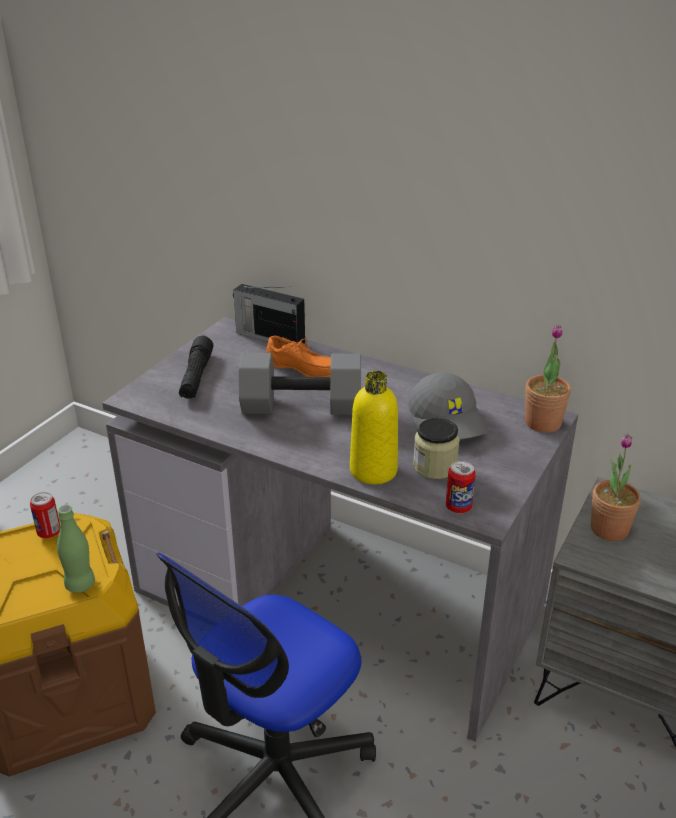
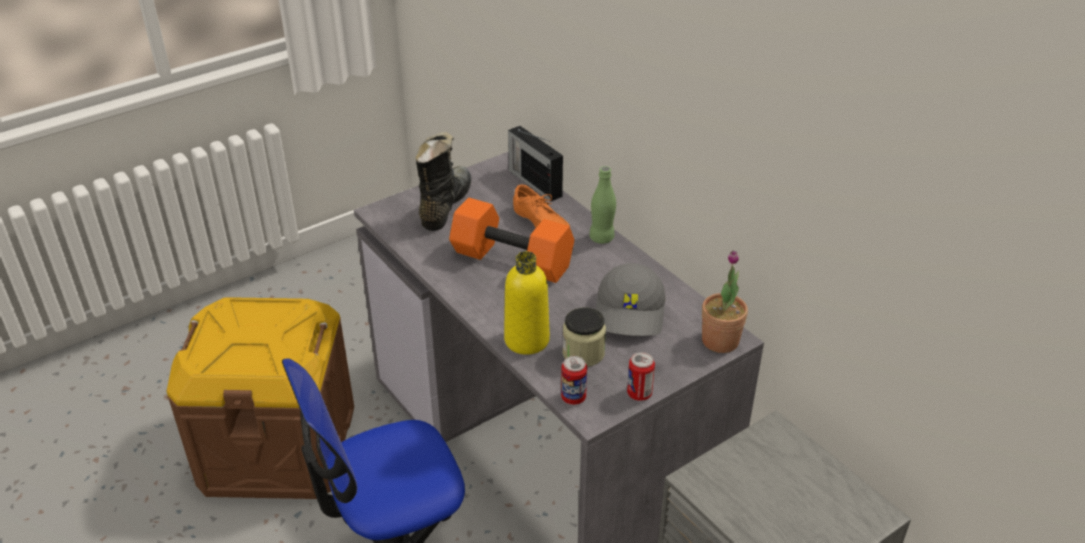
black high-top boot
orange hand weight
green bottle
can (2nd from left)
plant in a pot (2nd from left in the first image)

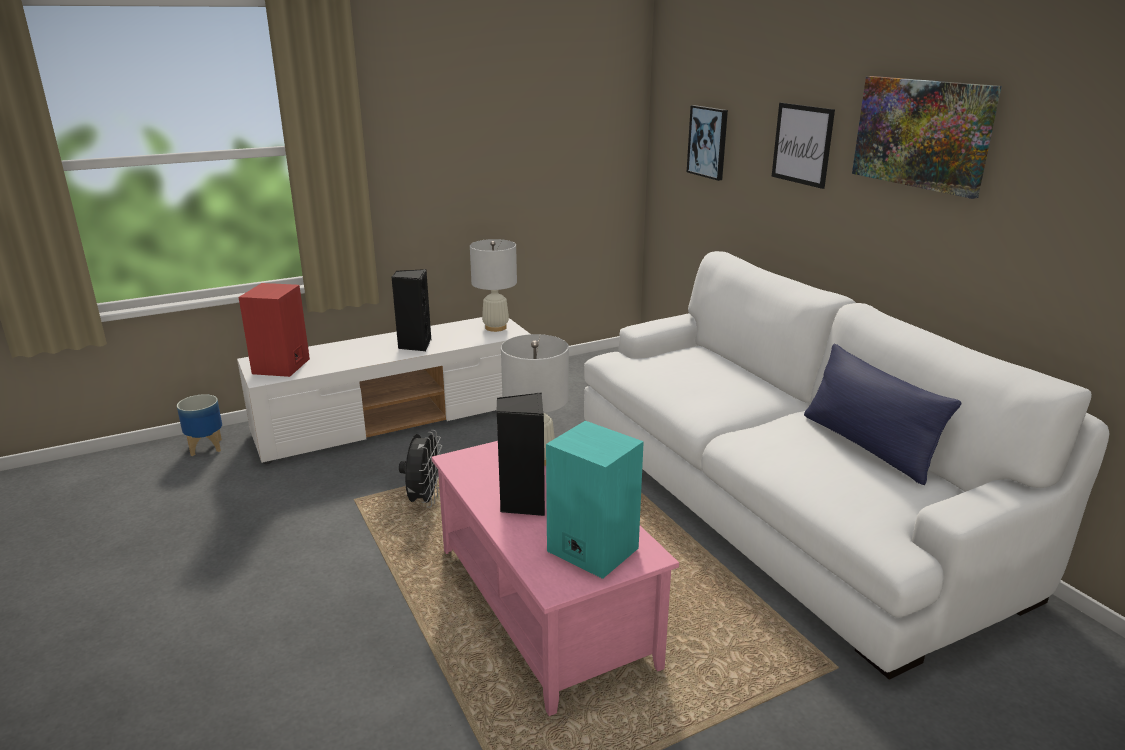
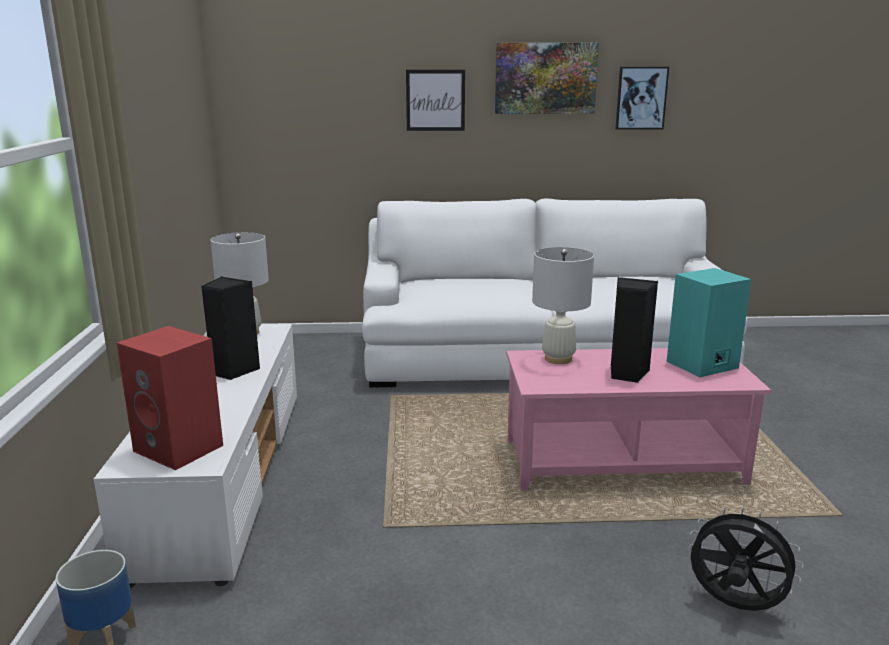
wall picture (3rd from left)
black cooling fan
bluish throw pillow

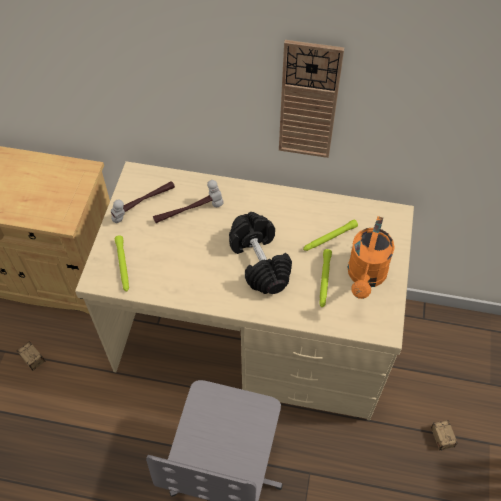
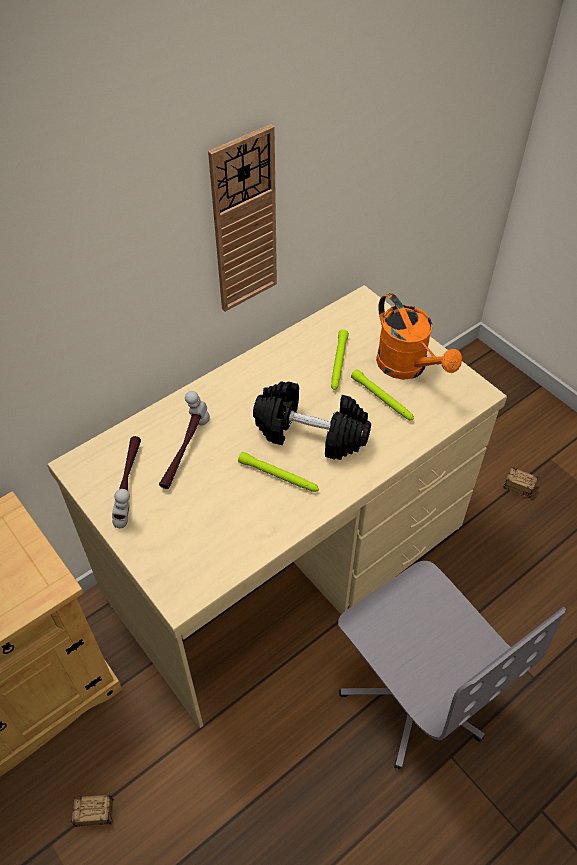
green flashlight (1st from left)

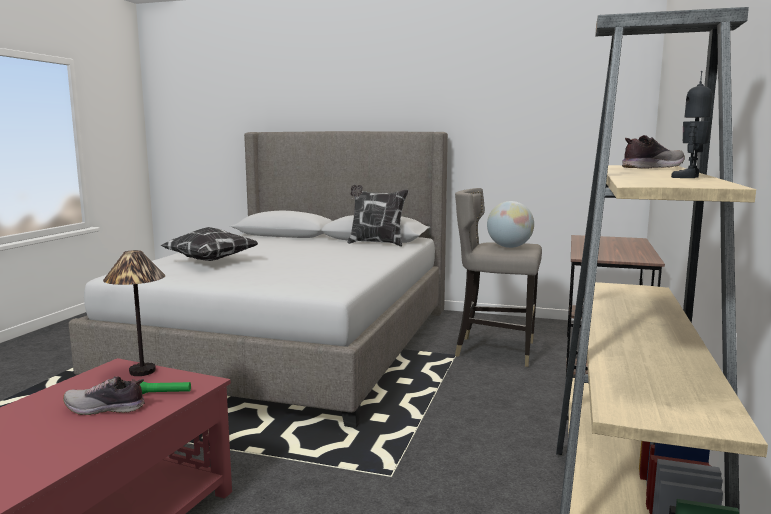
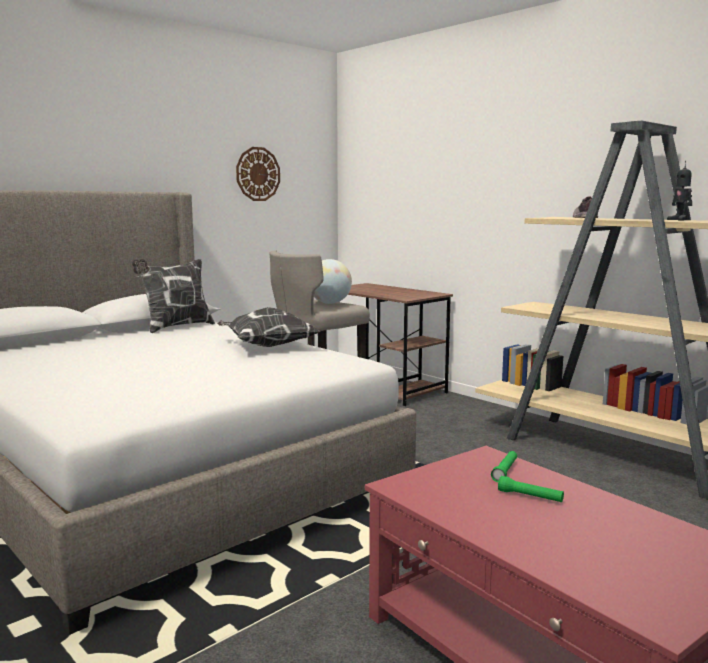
throw pillow (2nd from left)
hanging clock
green flashlight (2nd from left)
lamp for a table

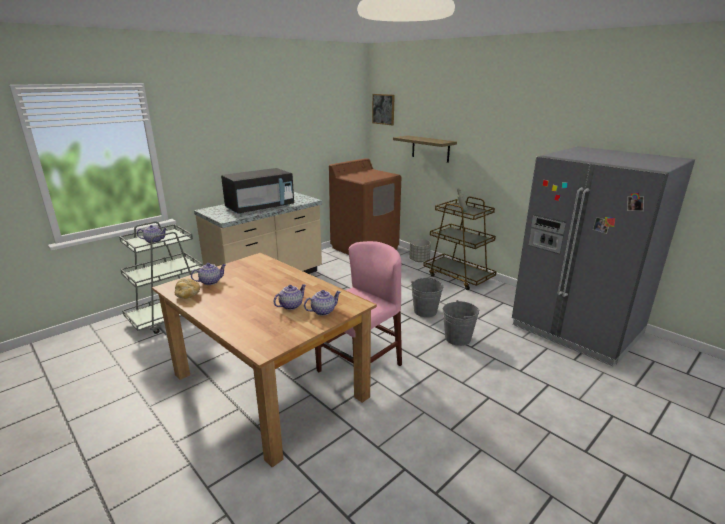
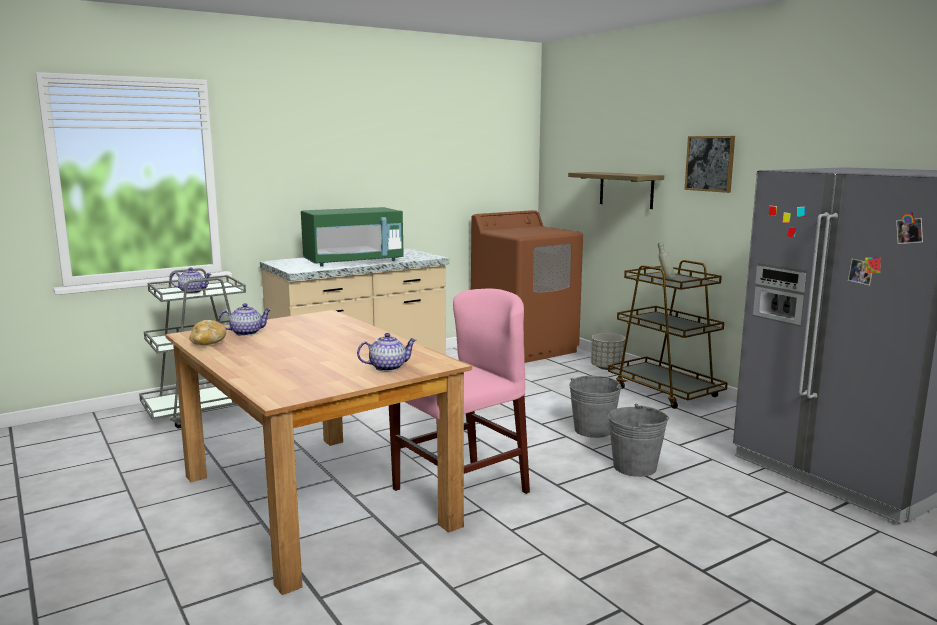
green microwave
wall picture
teapot (3rd from left in the first image)

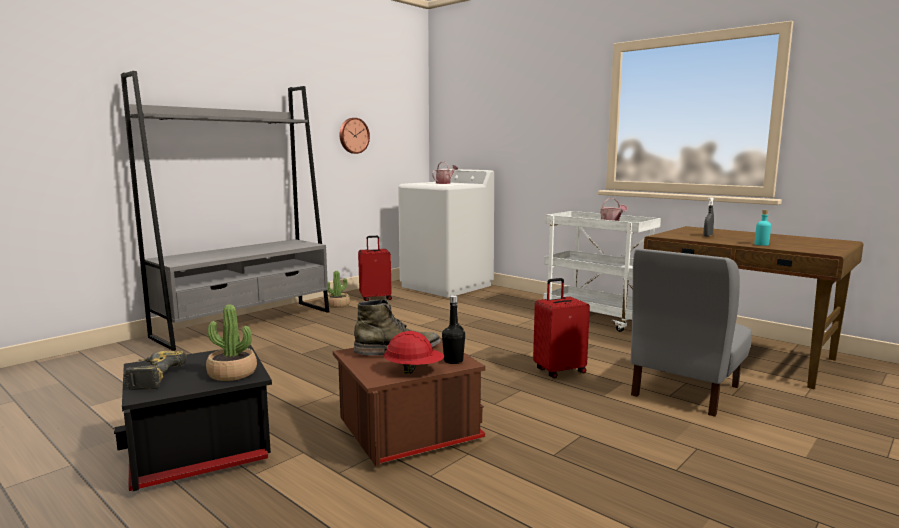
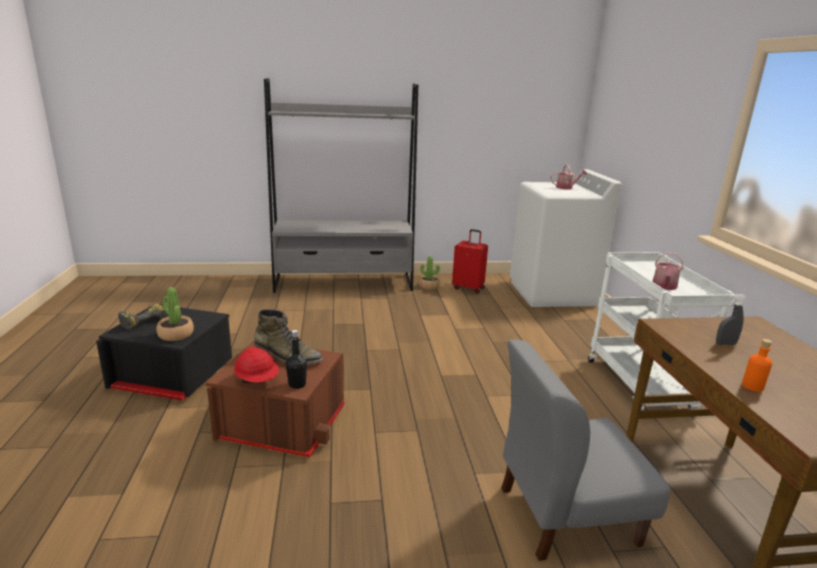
orange bottle
hanging clock
red-coloured suitcase (2nd from left in the first image)

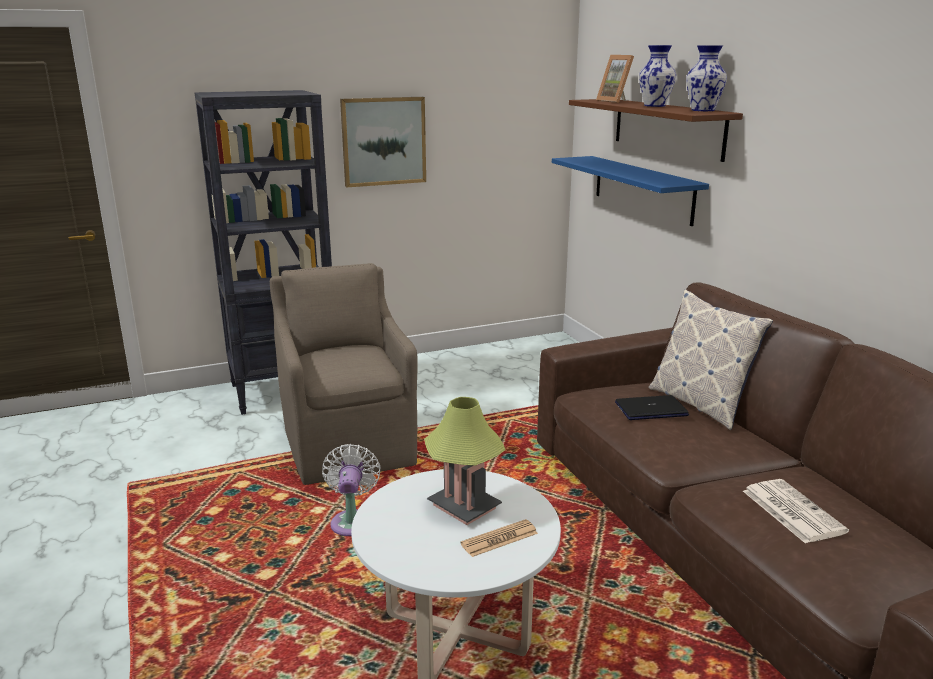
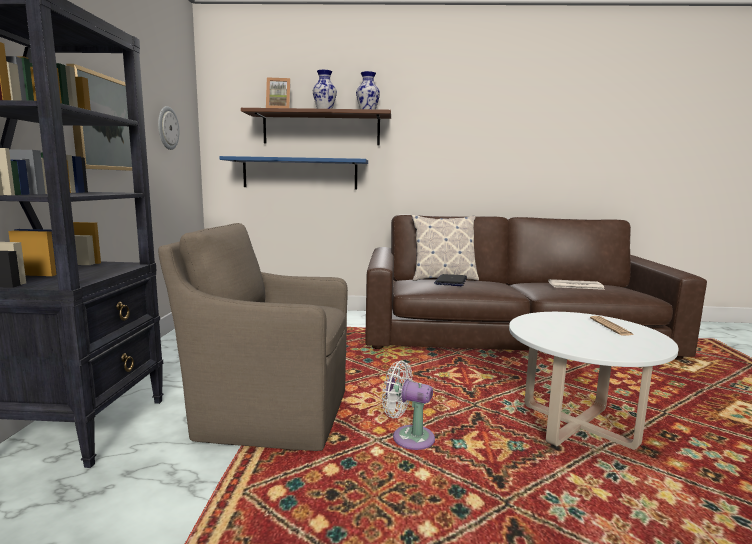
hanging clock
lamp for a table

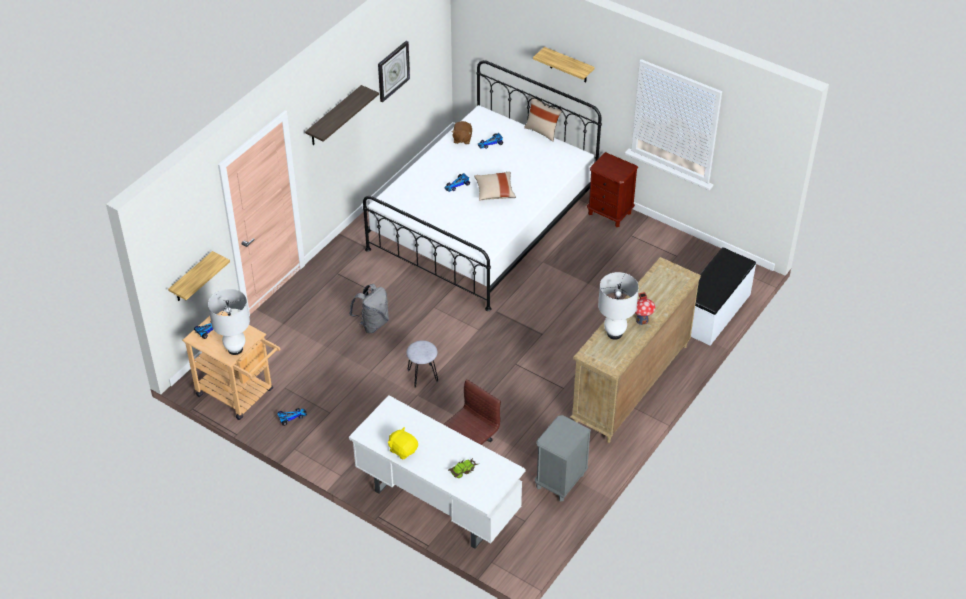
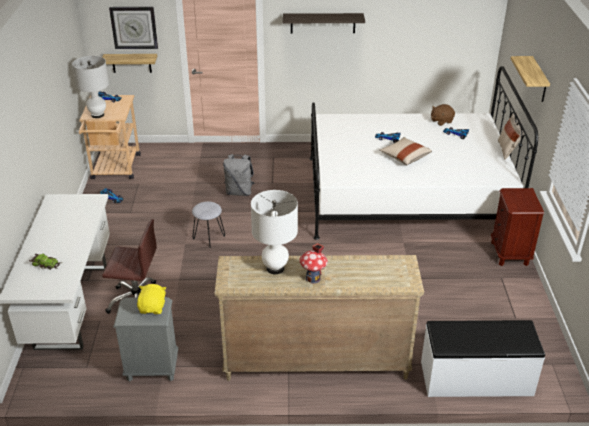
hanging clock
yellow-coloured soft toy

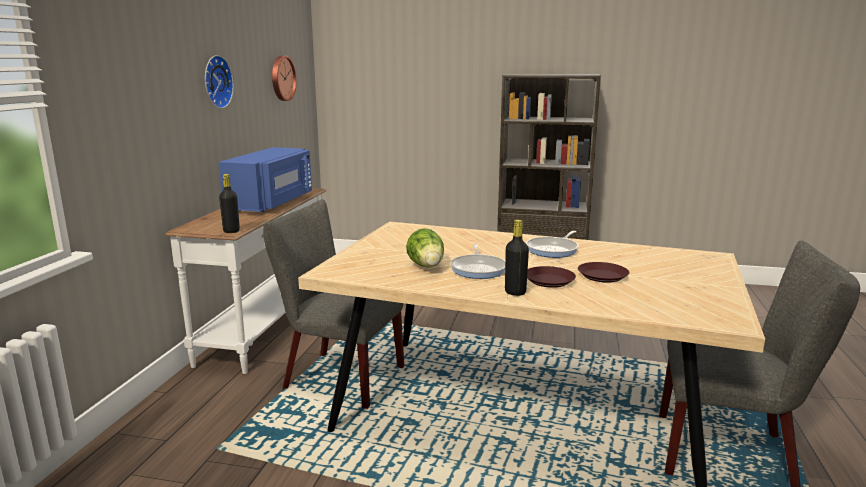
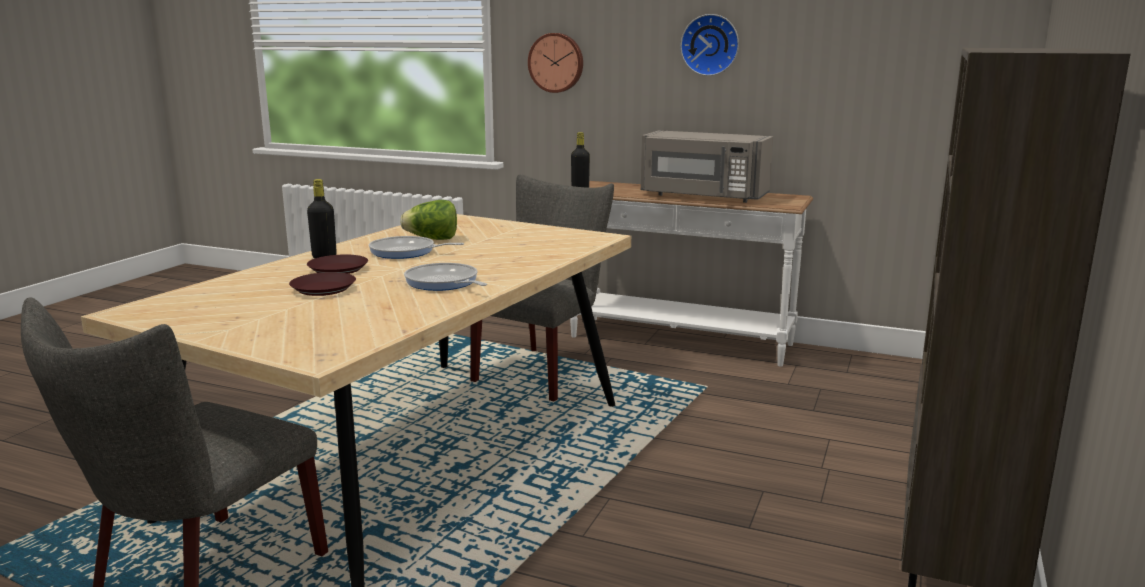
hanging clock (1st from left)
grey microwave

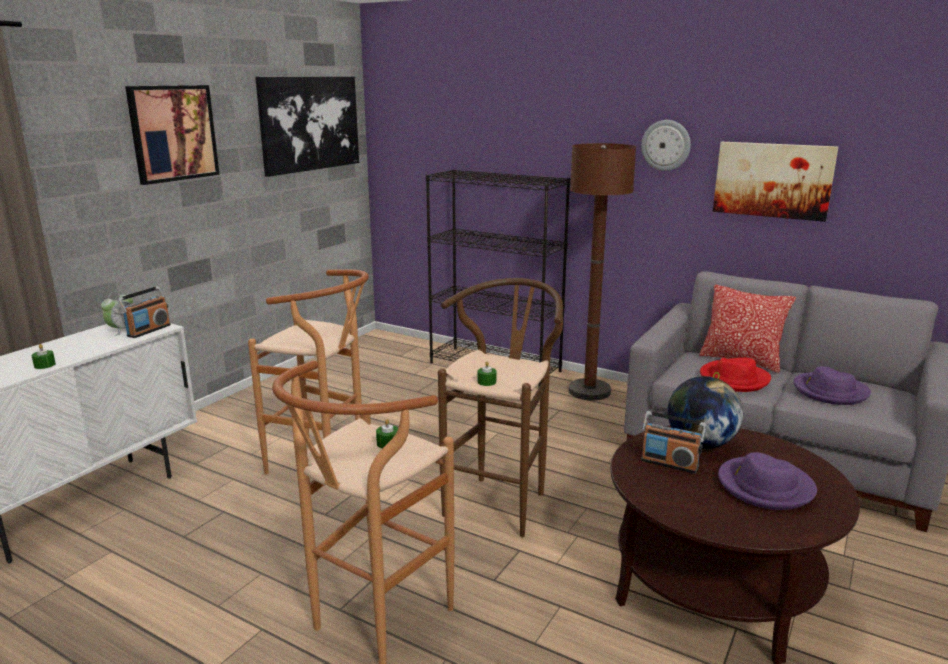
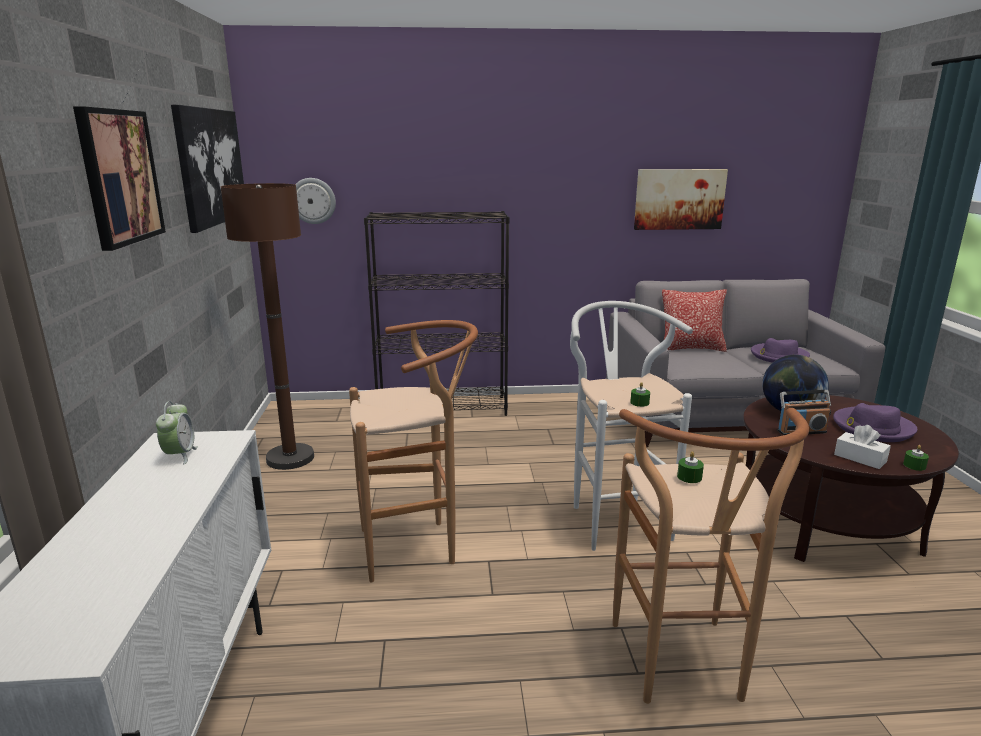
brown-coloured standing lamp
hanging clock
white stool
white tissue box
green wax candle (3rd from left)
radio receiver (1st from left in the first image)
red-coloured hat

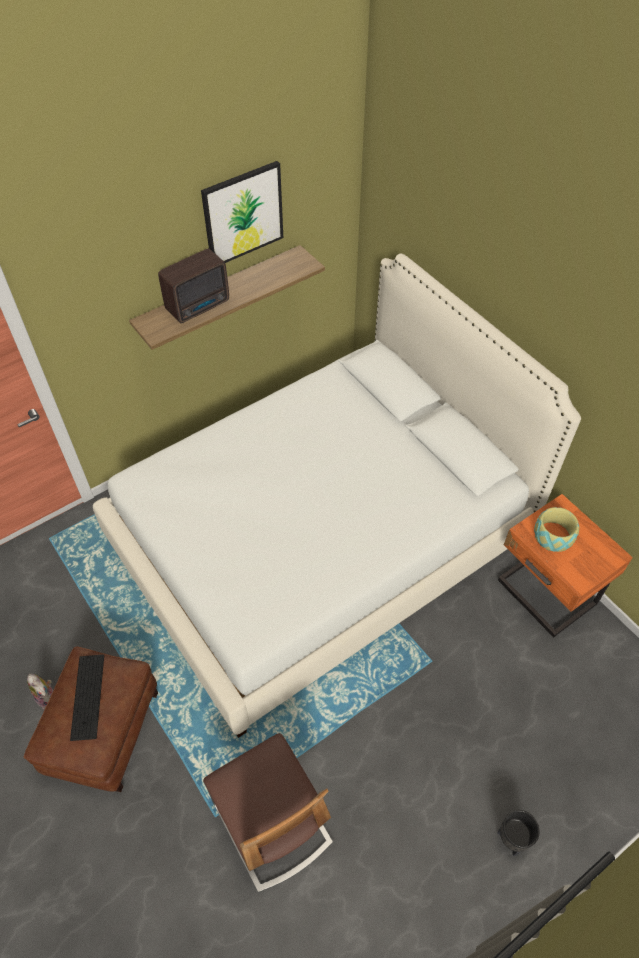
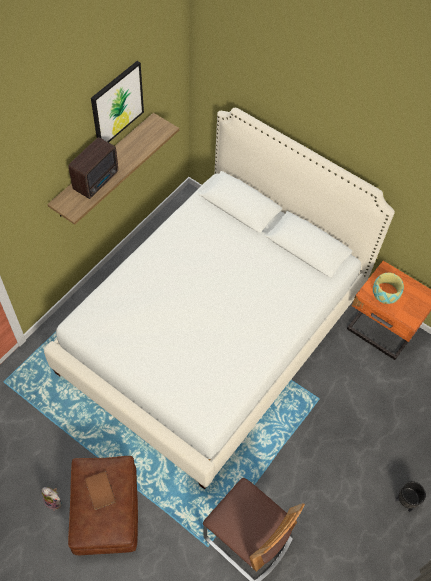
brown-coloured bound book

